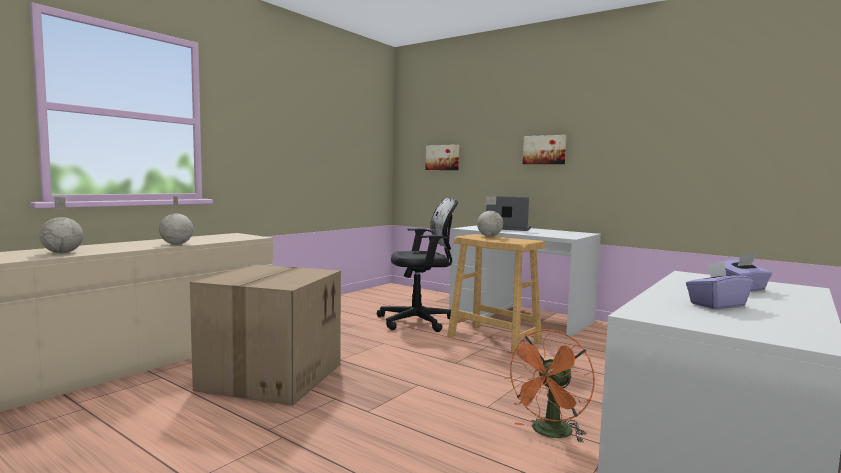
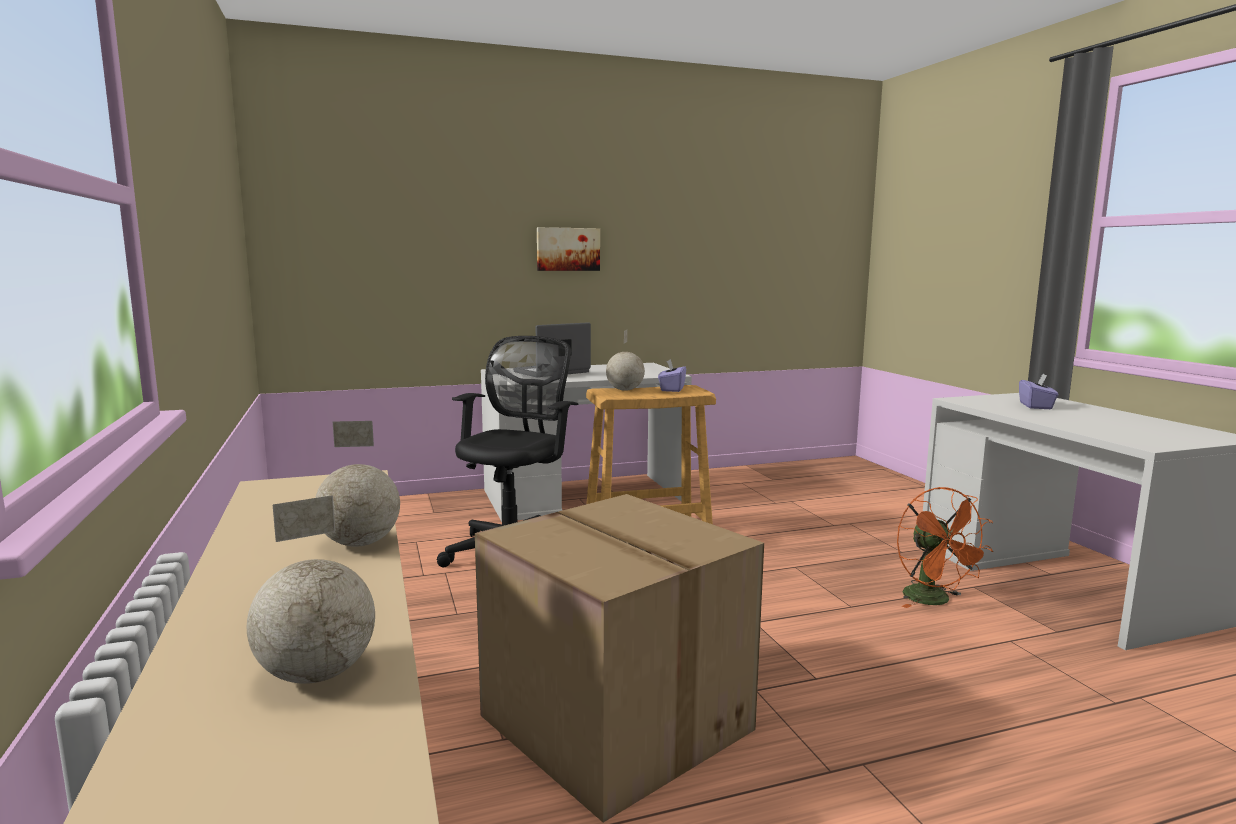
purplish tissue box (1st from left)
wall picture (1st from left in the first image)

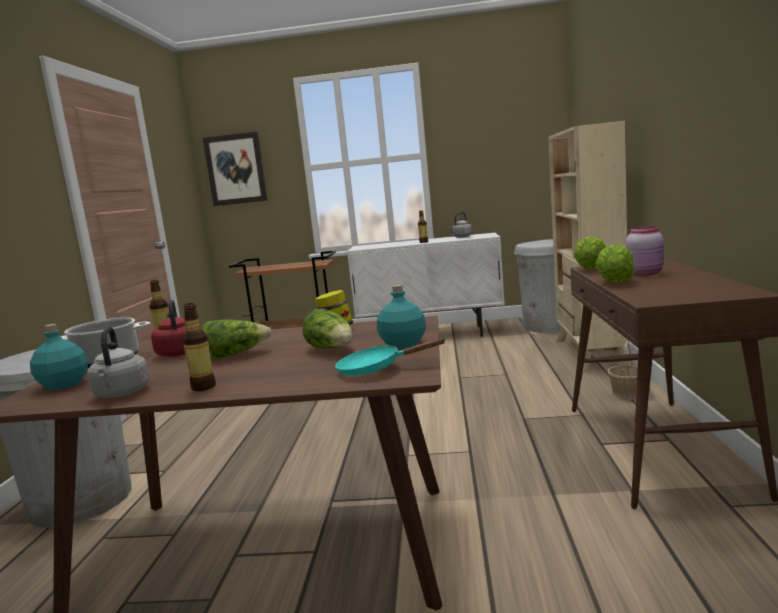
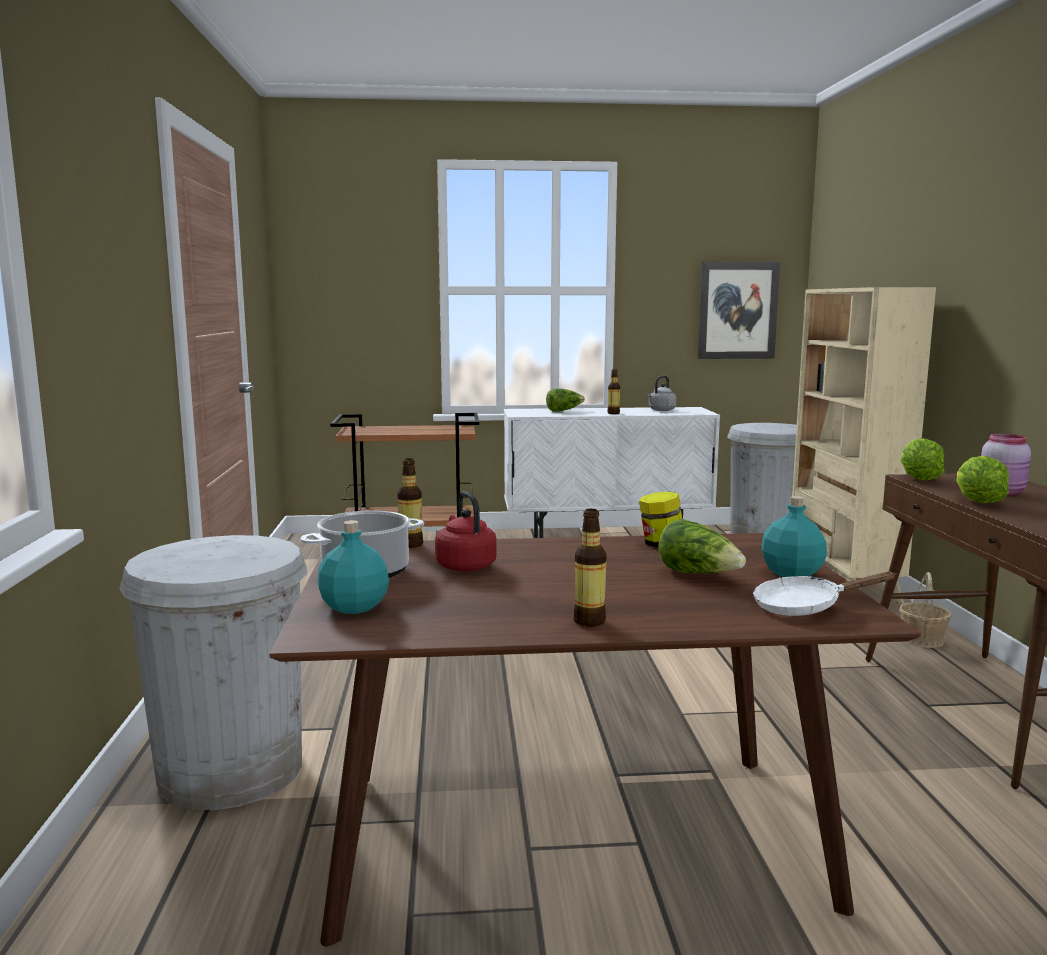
lettuce (1st from left)
wall picture
white frying pan
grey tea kettle (1st from left in the first image)

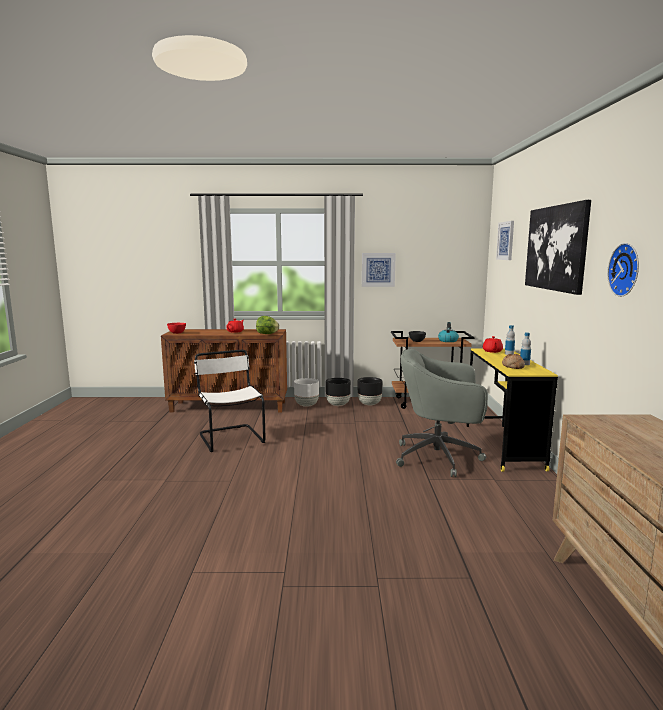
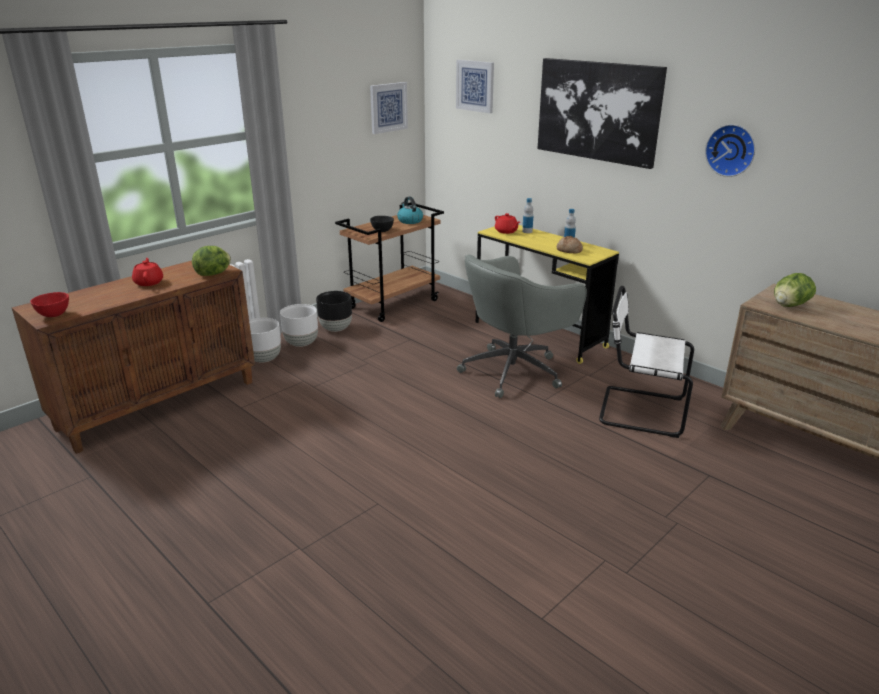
white plant pot (2nd from left)
wall picture (1st from left)
white upright chair
lettuce (2nd from left)

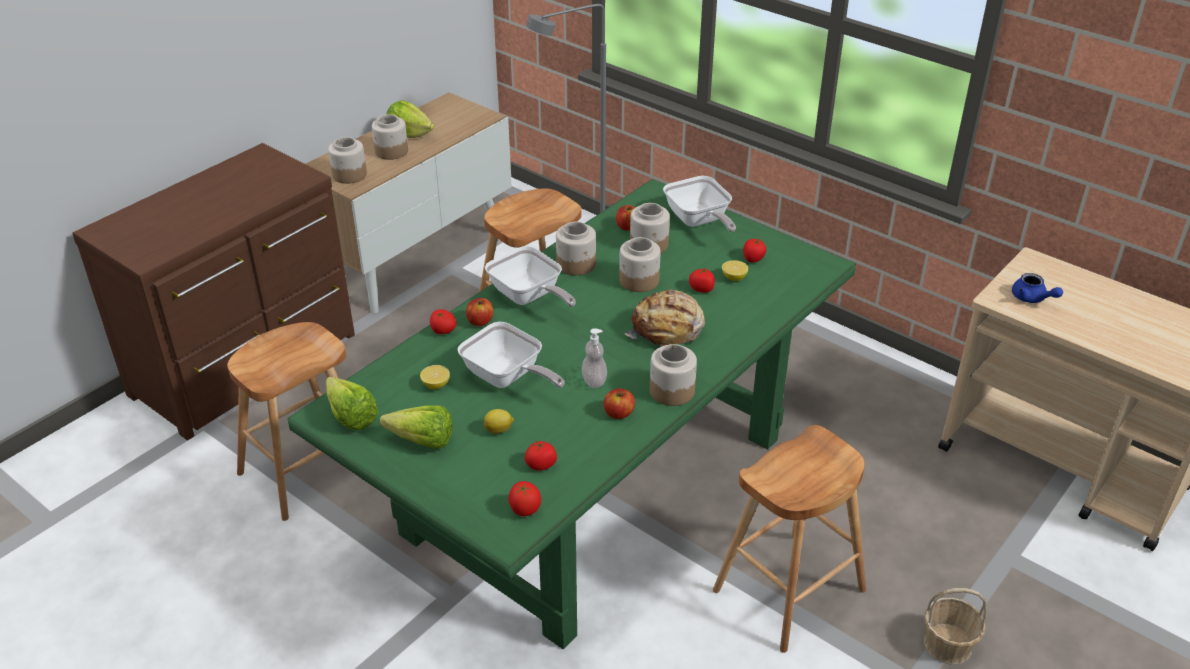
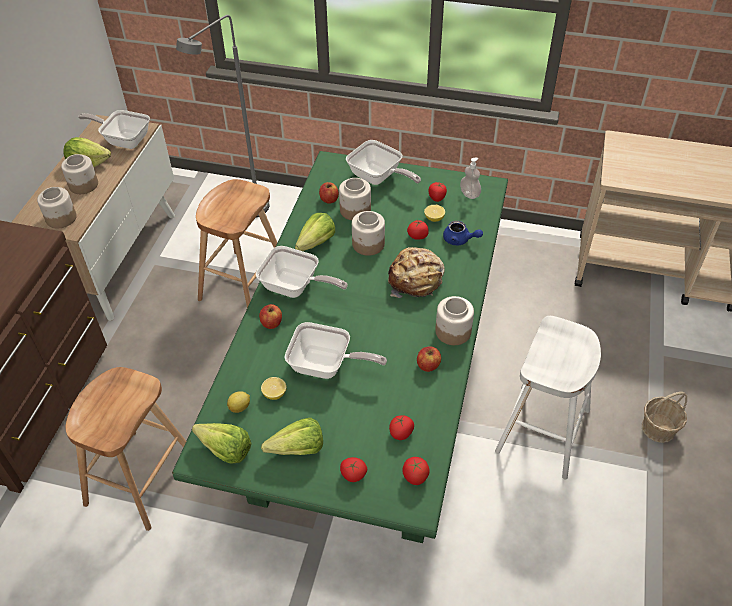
frying pan (1st from left)
citrus fruit (1st from left)
lettuce (4th from left)
fresh tomato (1st from left)
bluish teapot
soap dispenser
white stool

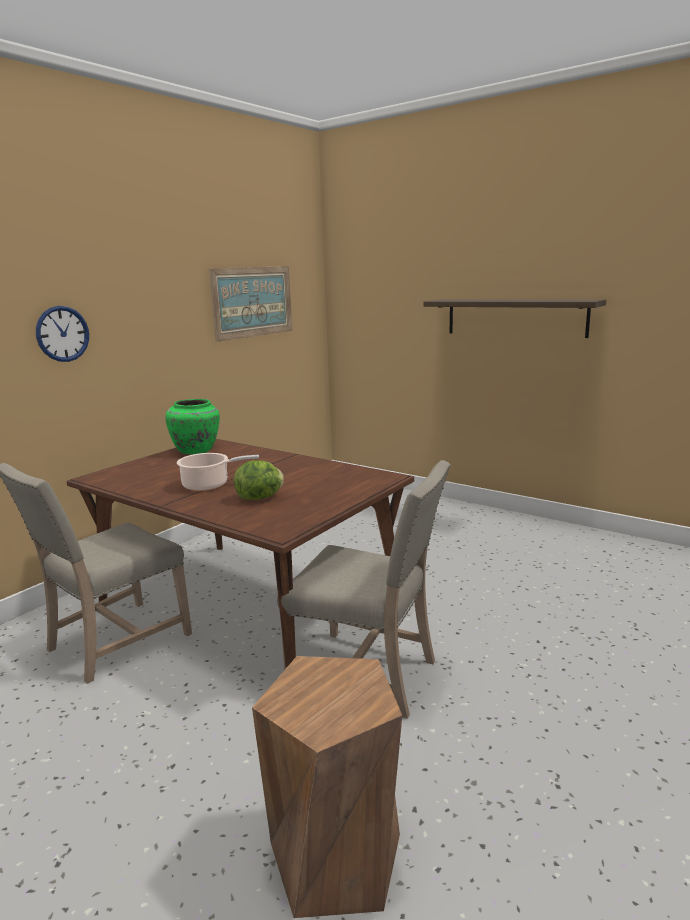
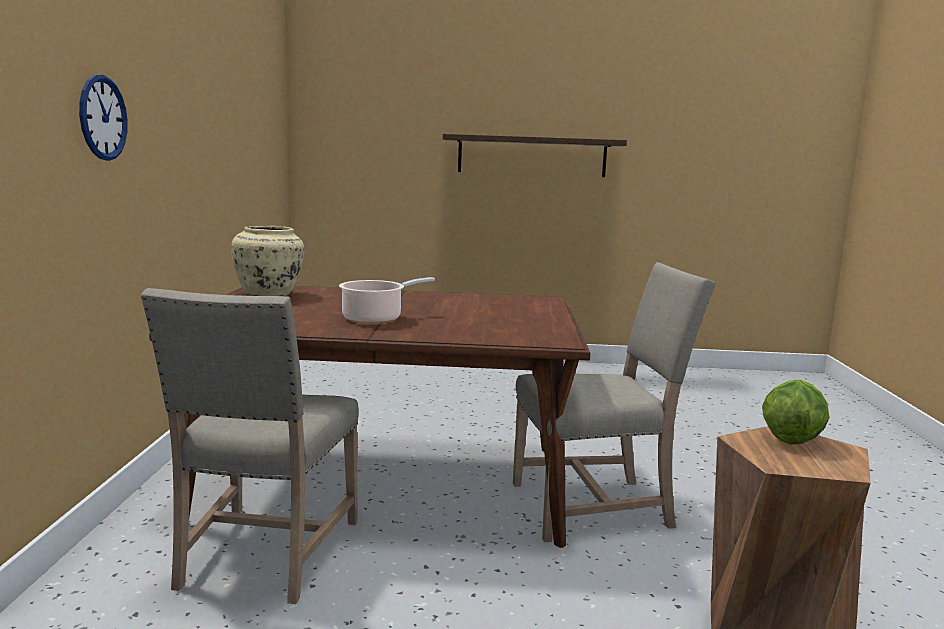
sand-coloured flower vase
lettuce
wall picture

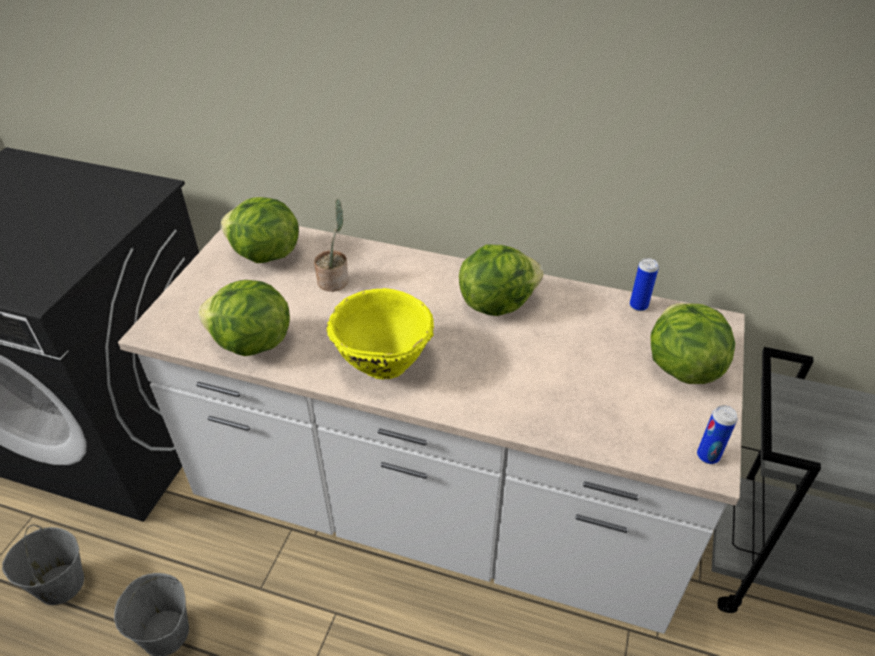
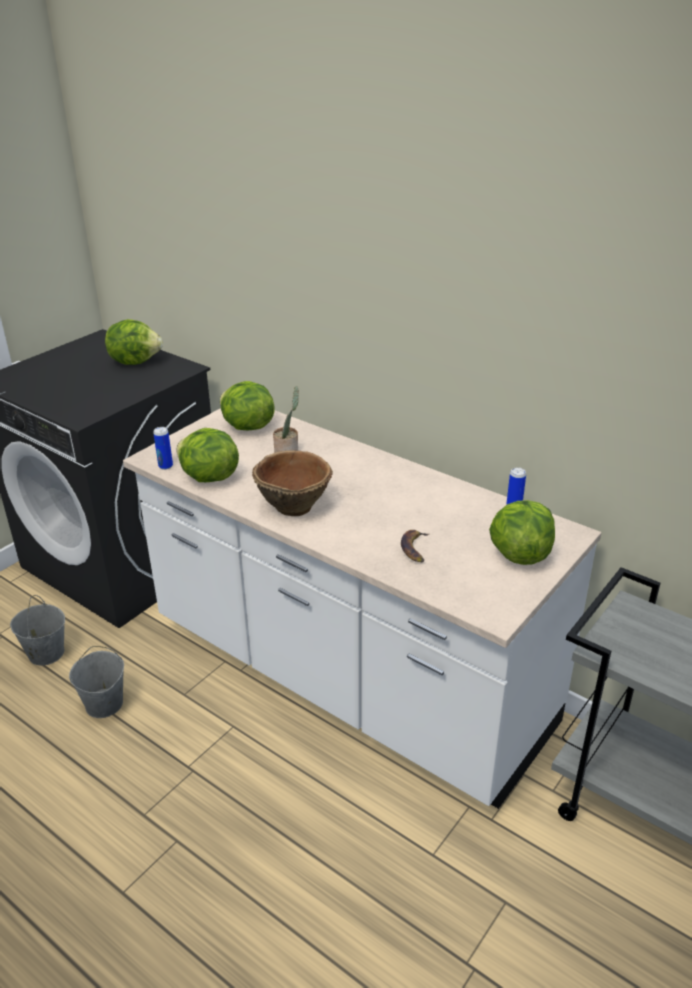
lettuce (1st from left)
can (1st from left)
brown-coloured deep dish
banana fruit

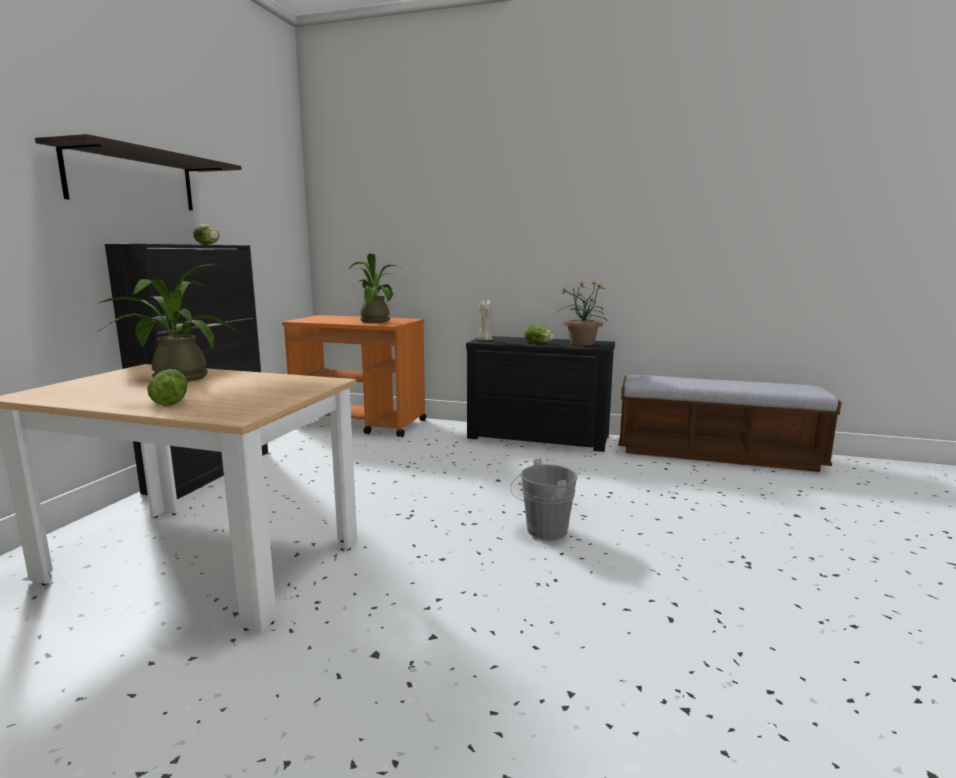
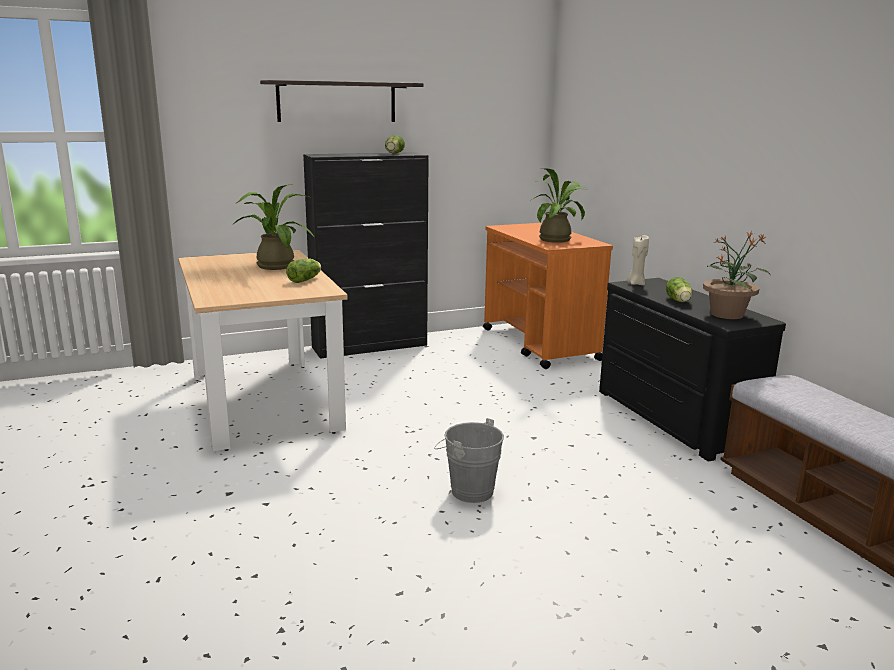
lettuce (1st from left)

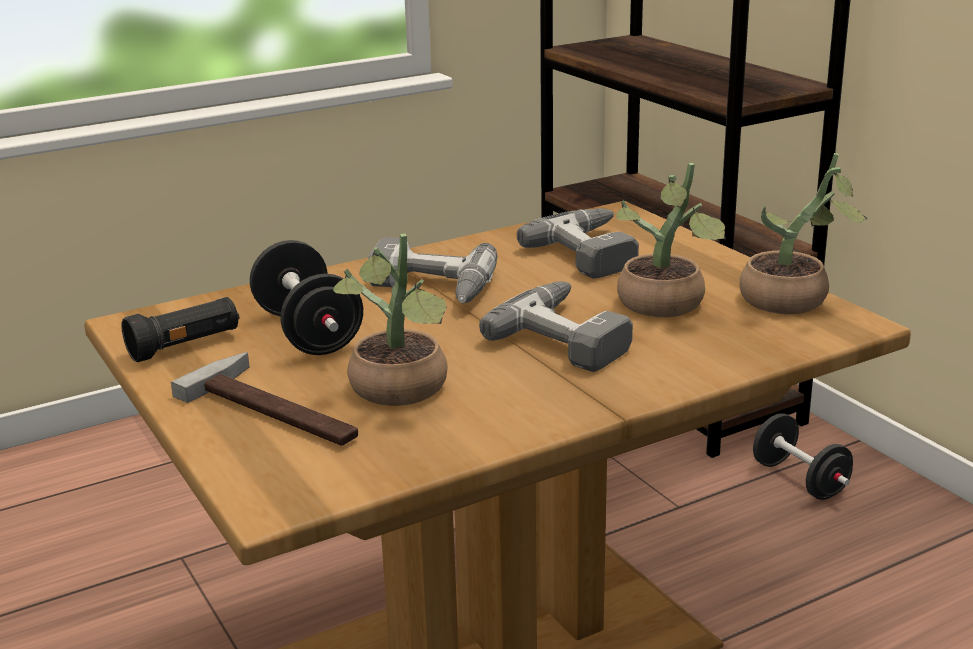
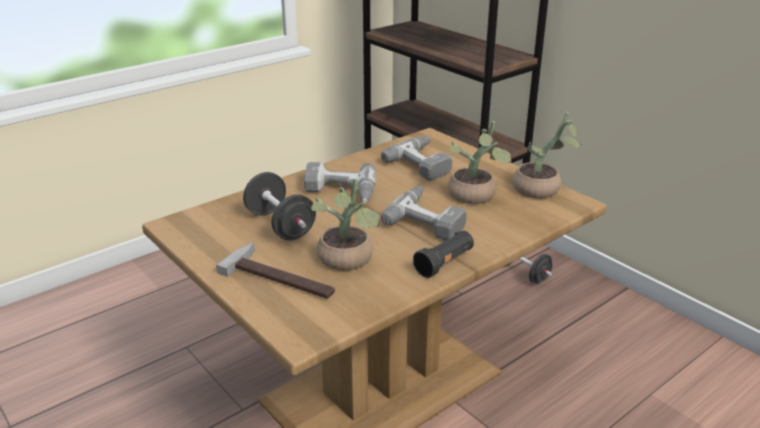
black flashlight

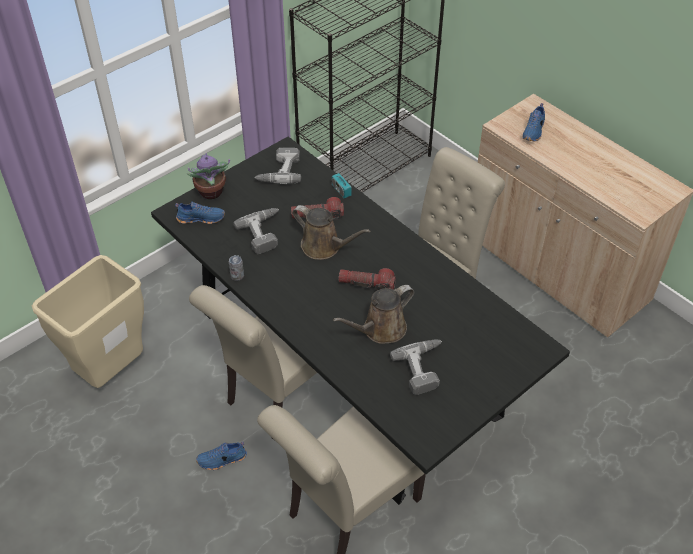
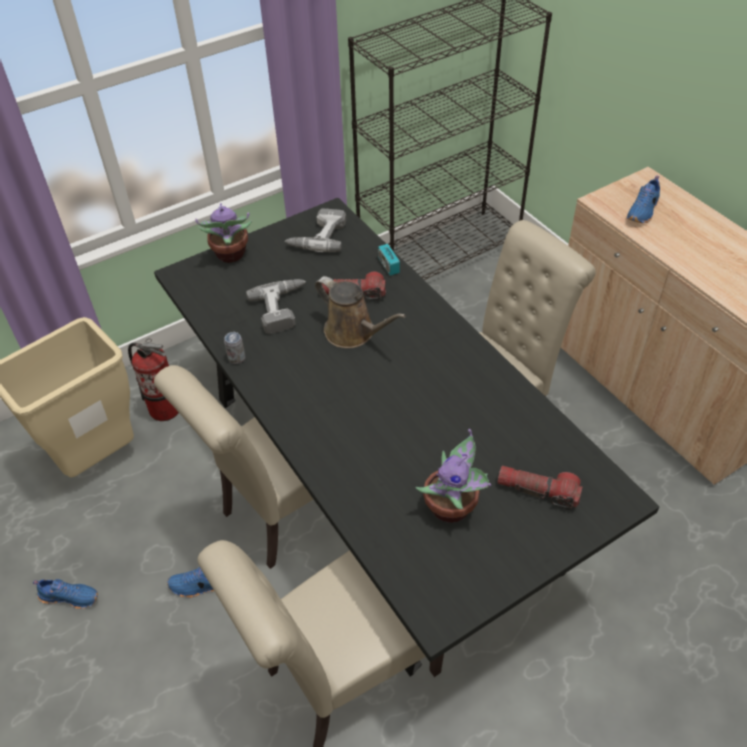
bluish low shoe (1st from left)
extinguisher
plant in a pot (2nd from left)
flashlight (2nd from left)
brown-coloured watering can (2nd from left in the first image)

